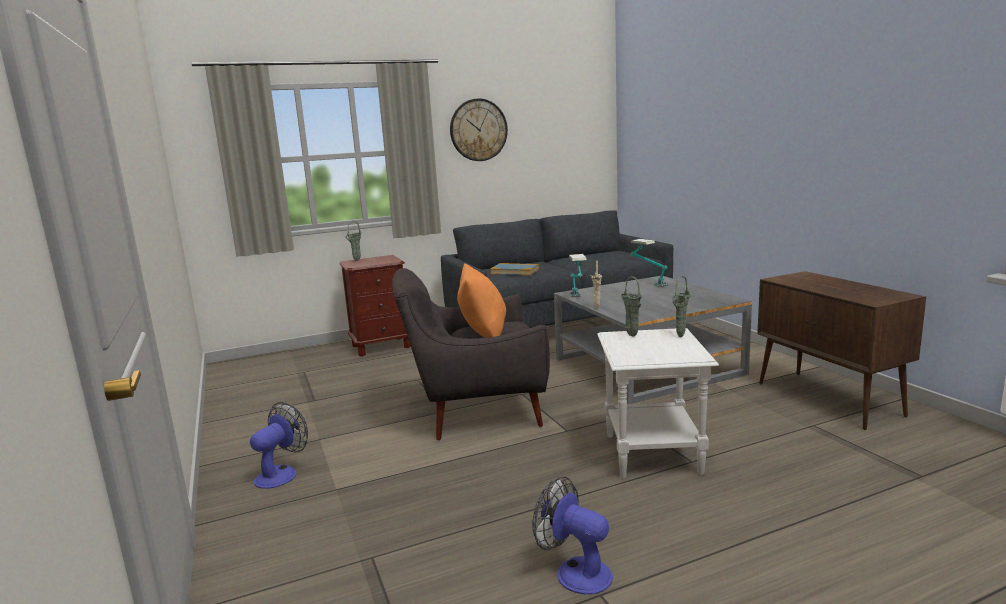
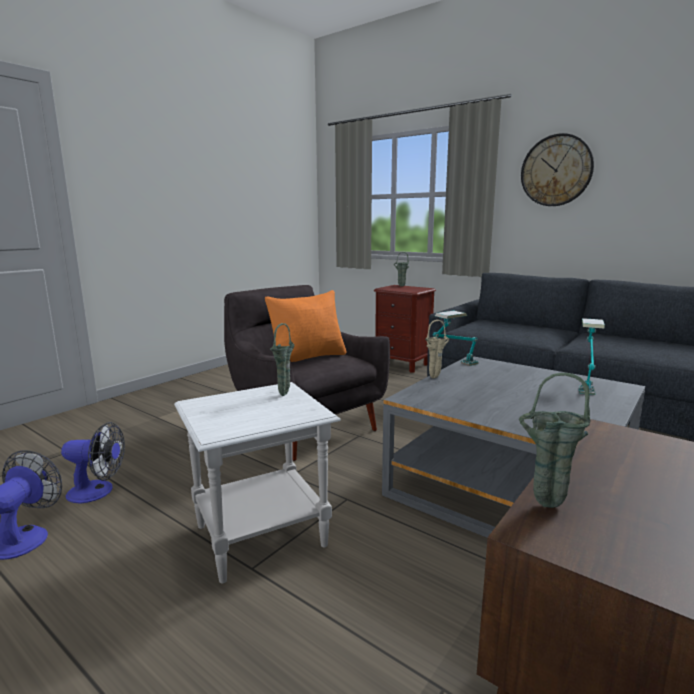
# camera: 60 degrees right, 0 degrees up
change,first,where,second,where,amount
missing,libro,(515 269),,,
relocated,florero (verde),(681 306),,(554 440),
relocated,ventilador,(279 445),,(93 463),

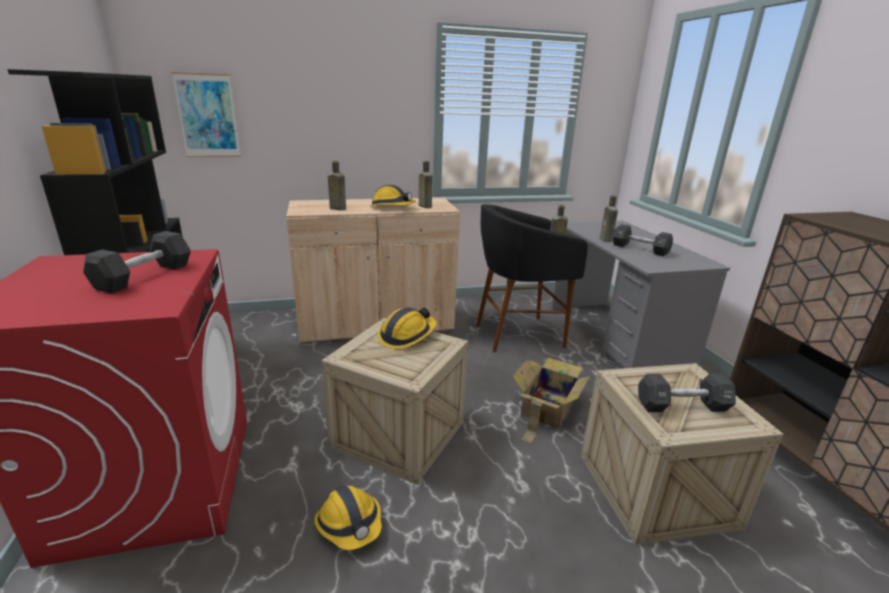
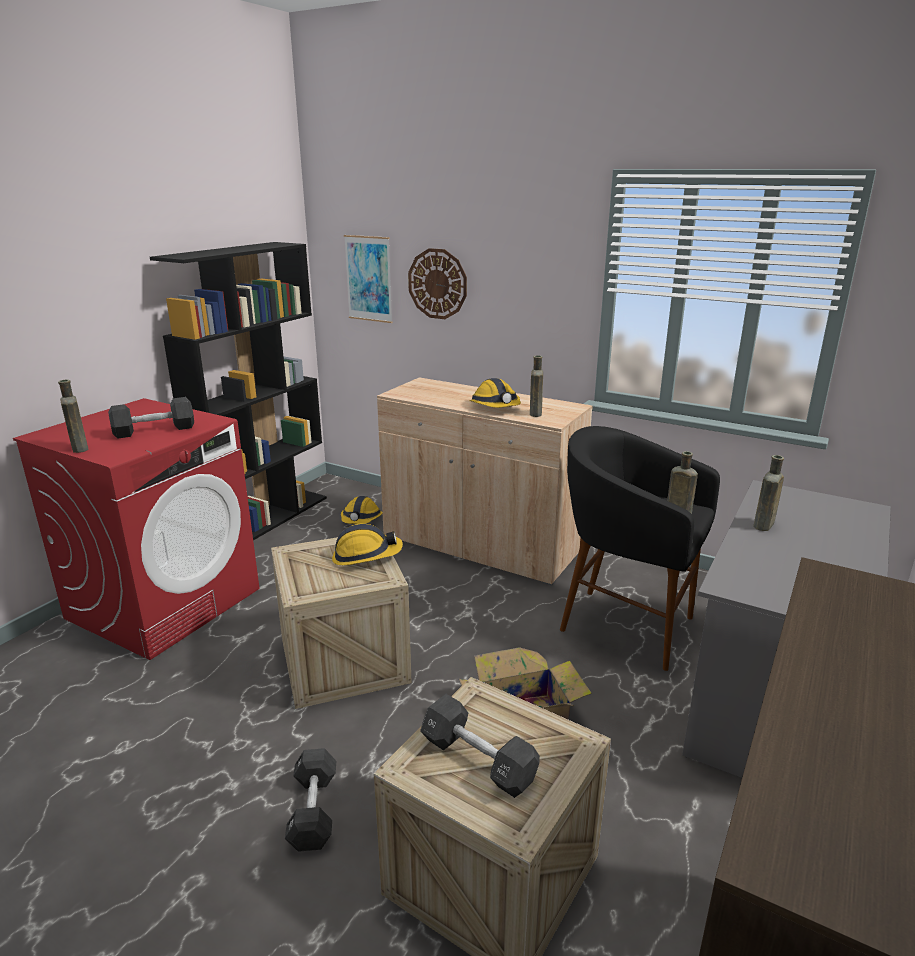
# camera: 45 degrees right, 0 degrees up
change,first,where,second,where,amount
relocated,botella (marrón),(337 185),,(73 416),
relocated,mancuerna (negro),(643 240),,(310 800),
relocated,casco,(348 517),,(361 510),
appeared,,,reloj de pared,(437 283),

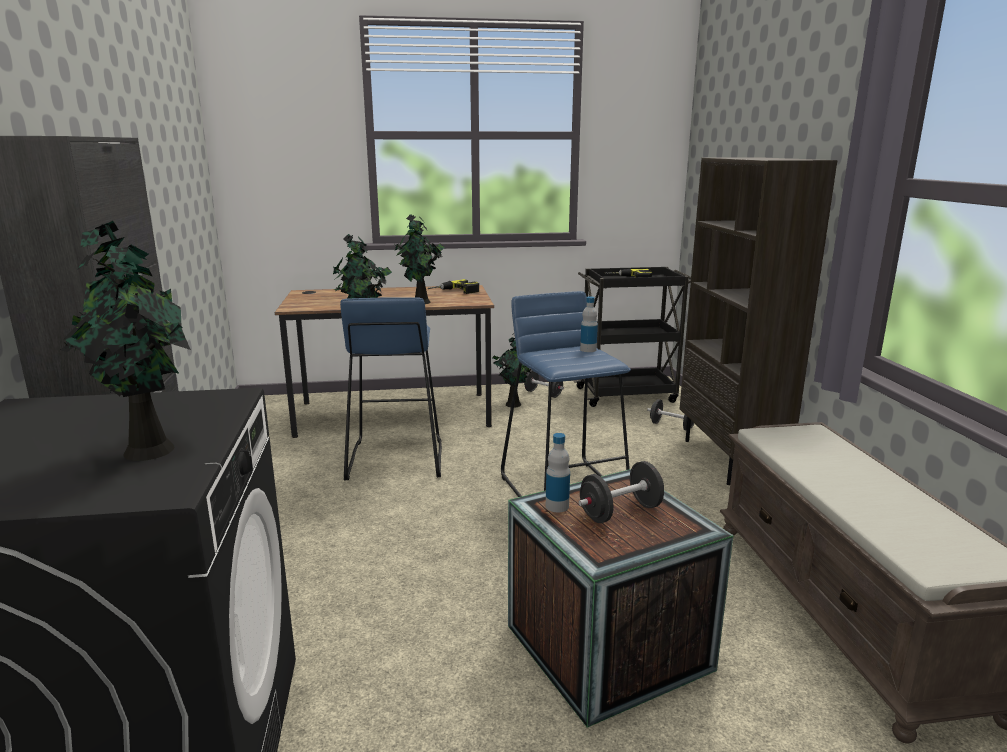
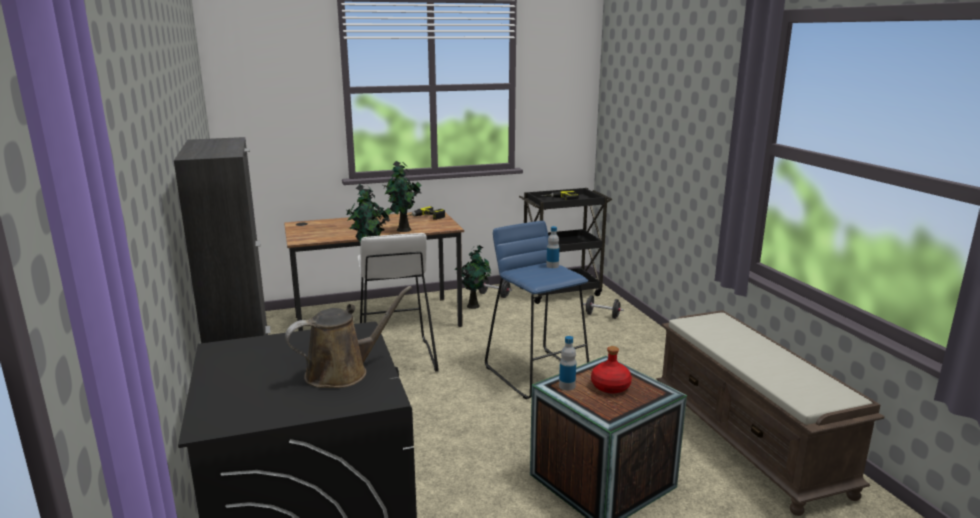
# camera: 10 degrees left, 0 degrees up
change,first,where,second,where,amount
missing,estantería (marrón),(758 321),,,
exchanged,planta en maceta,(125 341),regadera (marrón),(348 337),
colour,taburete (azul),(391 388),taburete (blanco),(398 302),
exchanged,mancuerna (negro),(621 492),botella (rojo),(611 370),

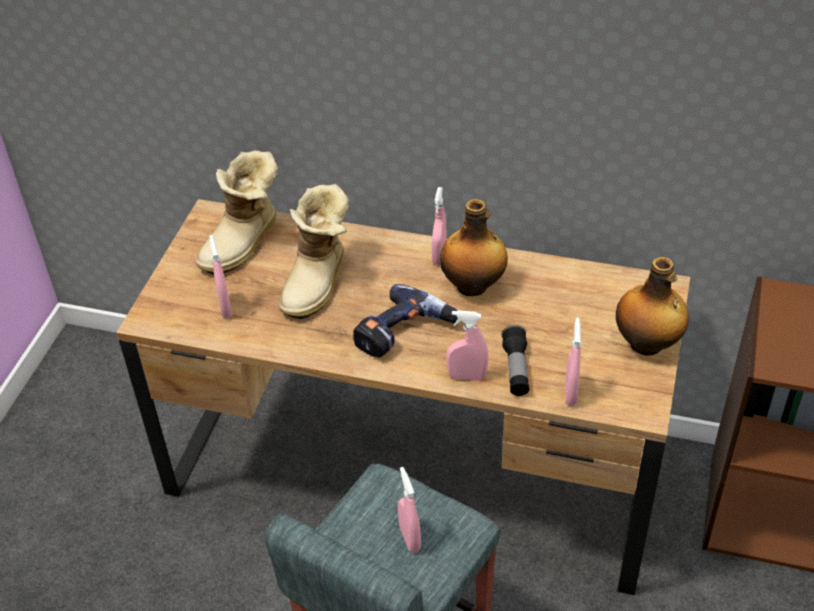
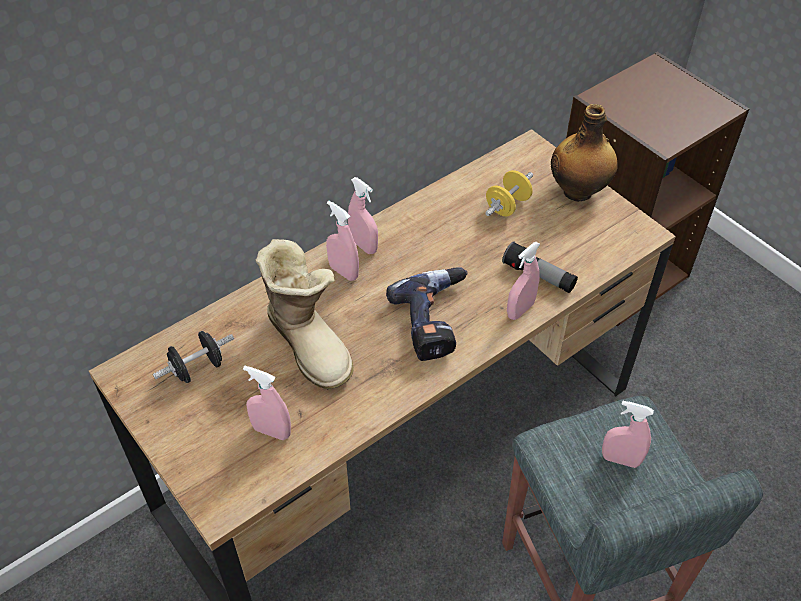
# camera: 55 degrees left, 5 degrees up
change,first,where,second,where,amount
exchanged,bota,(237 213),mancuerna (negro),(193 357),
missing,botella,(474 247),,,
relocated,pulverizador (rosa),(573 362),,(342 241),
appeared,,,mancuerna (amarillo),(509 193),

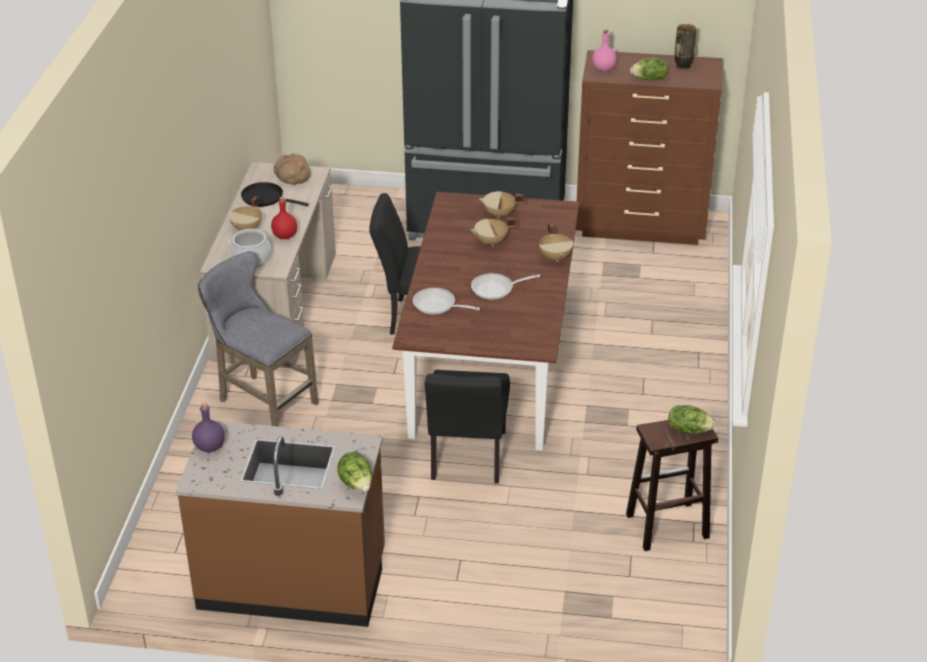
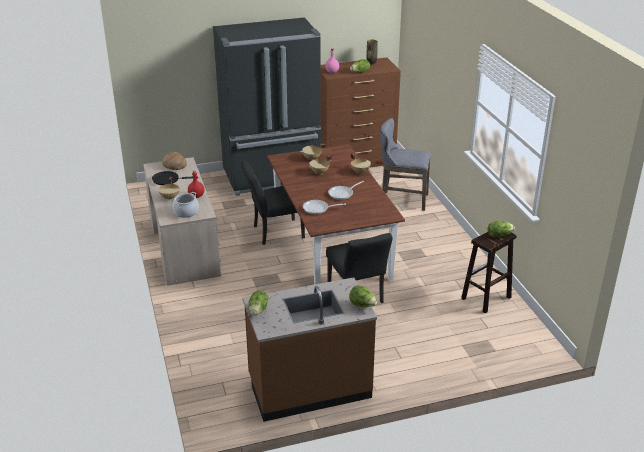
# camera: 25 degrees left, 5 degrees down
change,first,where,second,where,amount
relocated,taburete (gris),(258 339),,(405 164),
exchanged,botella (morado),(208 427),lechuga,(258 303),

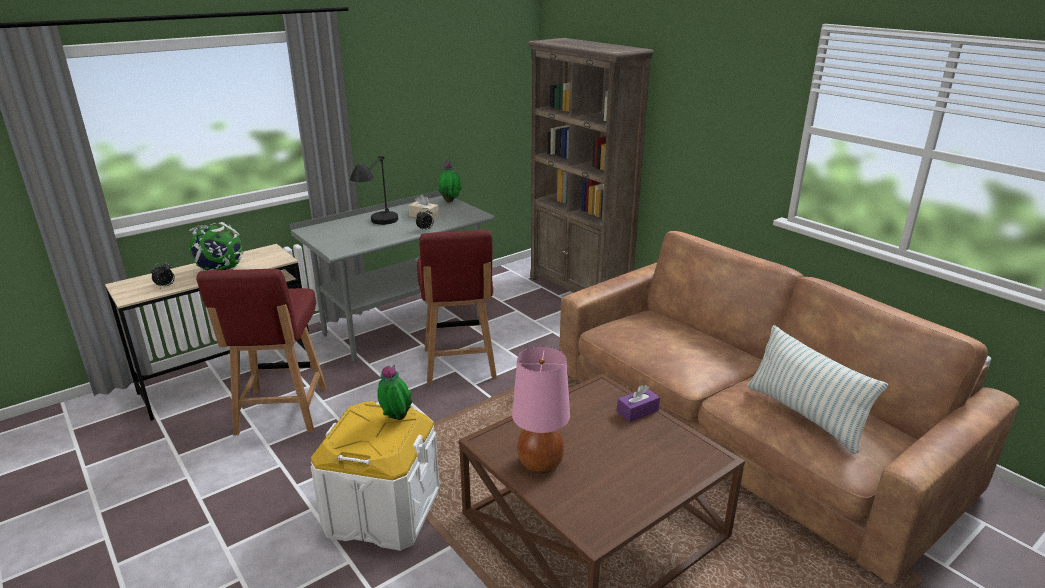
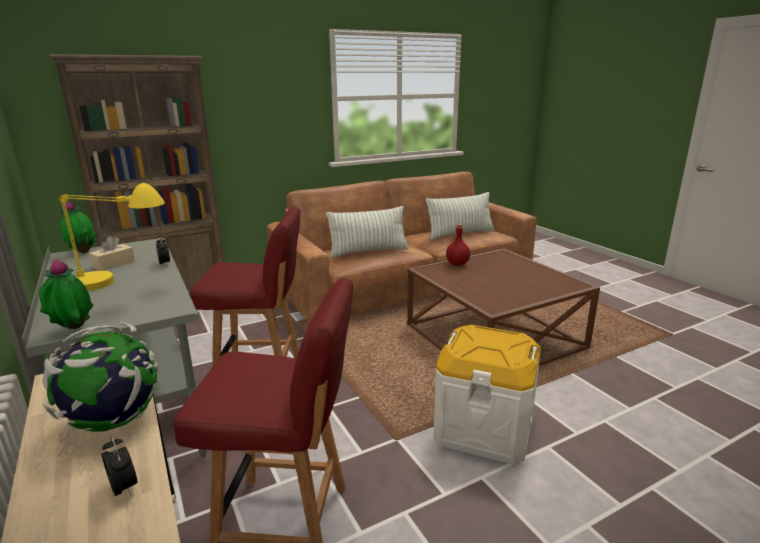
# camera: 80 degrees left, 5 degrees down
change,first,where,second,where,amount
colour,lámpara de mesa (negro),(374 190),lámpara de mesa (amarillo),(111 237),
missing,lámpara de mesa (rosa),(541 410),,,
relocated,planta en maceta,(394 392),,(66 294),
exchanged,caja de pañuelos (morado),(638 403),botella (rojo),(458 244),
appeared,,,cojín,(367 232),

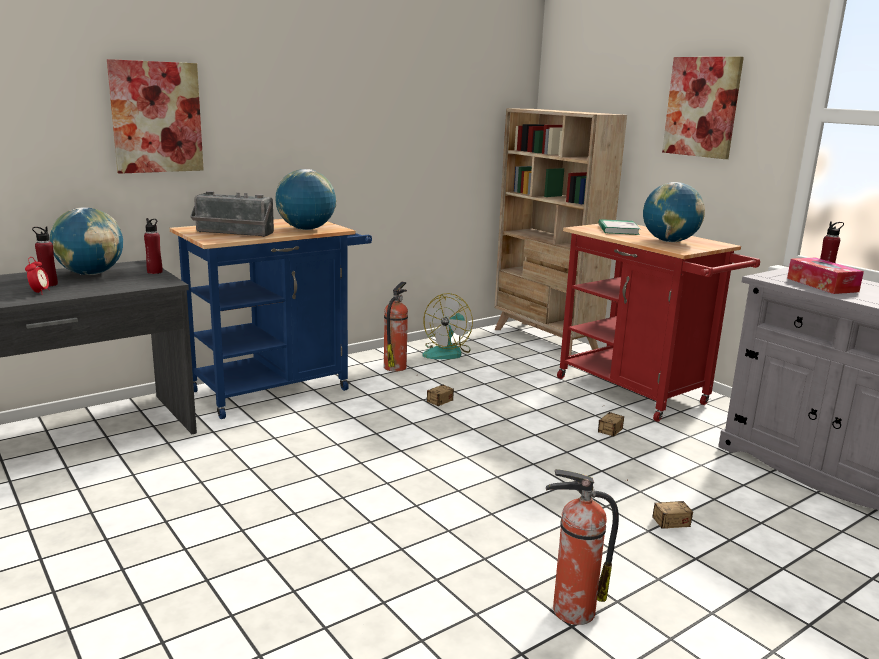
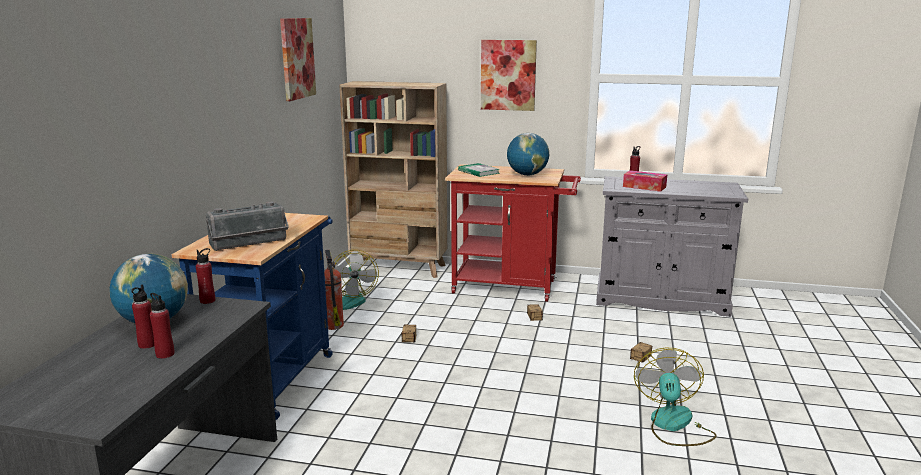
# camera: 40 degrees left, 0 degrees up
change,first,where,second,where,amount
relocated,cuadro,(155 116),,(298 59),
missing,globo terráqueo,(306 199),,,
exchanged,despertador,(37 276),botella (rojo),(162 326),
exchanged,extintor,(582 547),ventilador,(675 397),

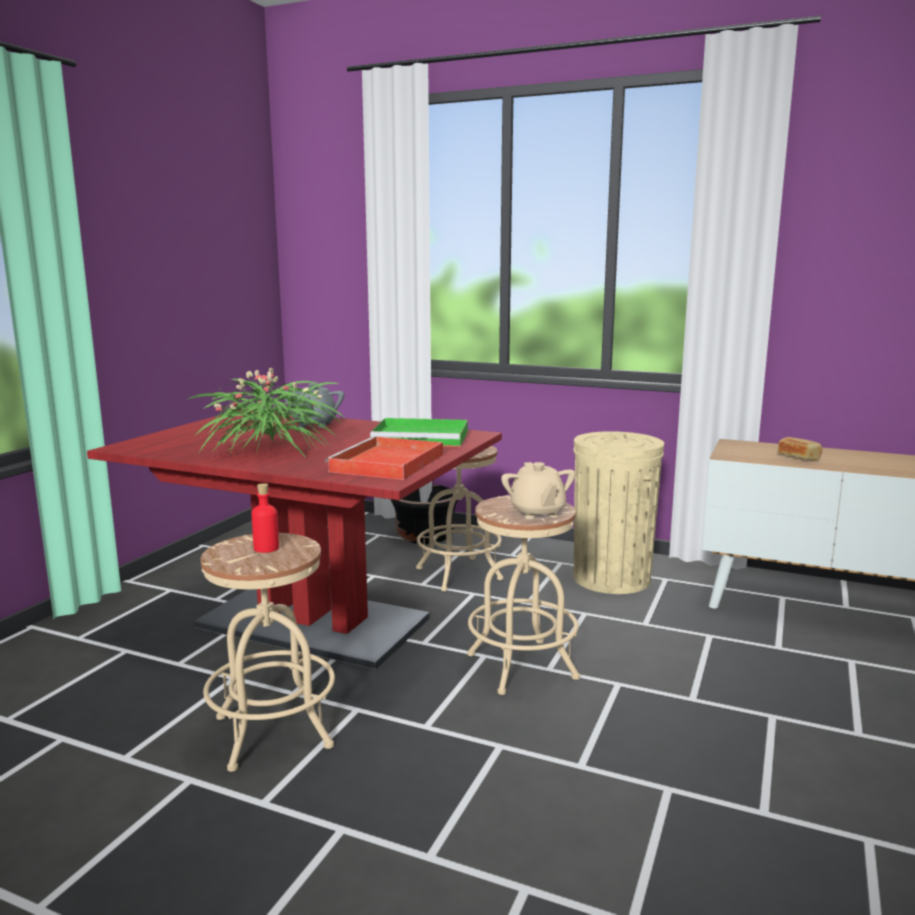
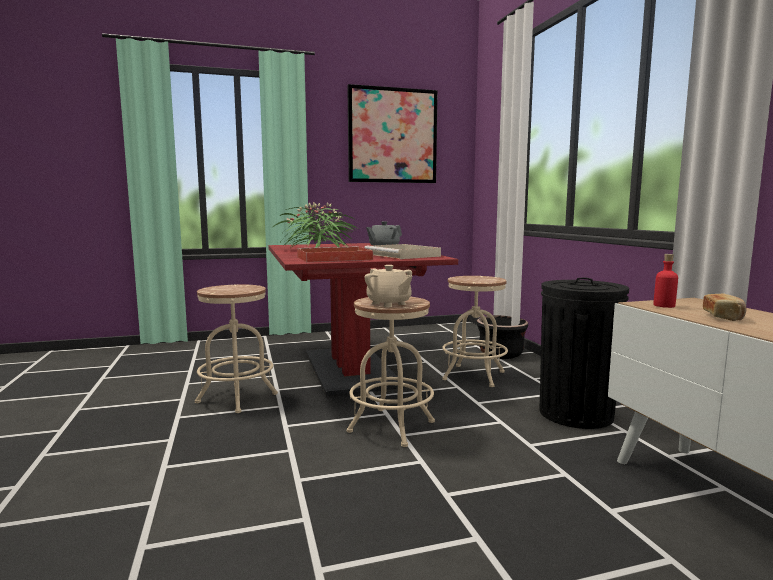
# camera: 50 degrees right, 5 degrees down
change,first,where,second,where,amount
colour,bandeja (verde),(419 432),bandeja (beis),(402 251),
colour,papelera (beis),(618 512),papelera (negro),(584 353),
spun,tetera (beis),(538 490),,(388 286),75 degrees counterclockwise
relocated,botella (rojo),(265 518),,(665 281),
appeared,,,cuadro,(392 133),

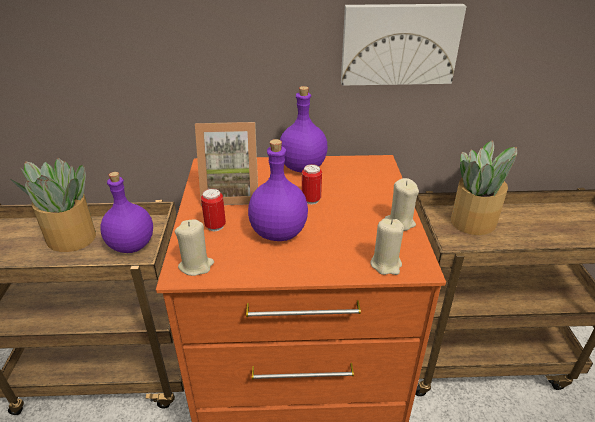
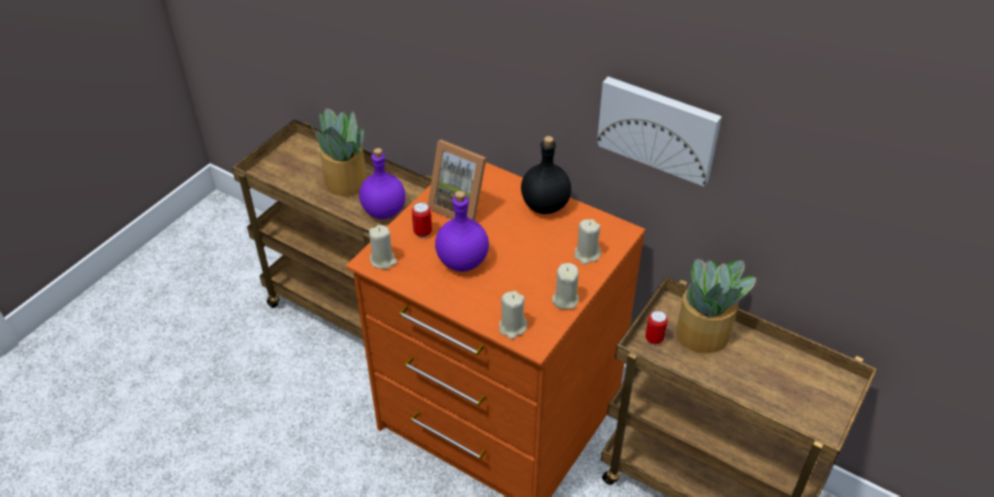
# camera: 35 degrees right, 10 degrees up
change,first,where,second,where,amount
colour,botella (morado),(304 129),botella (negro),(546 175),
relocated,lata,(312 184),,(656 327),
appeared,,,vela (beis),(587 242),

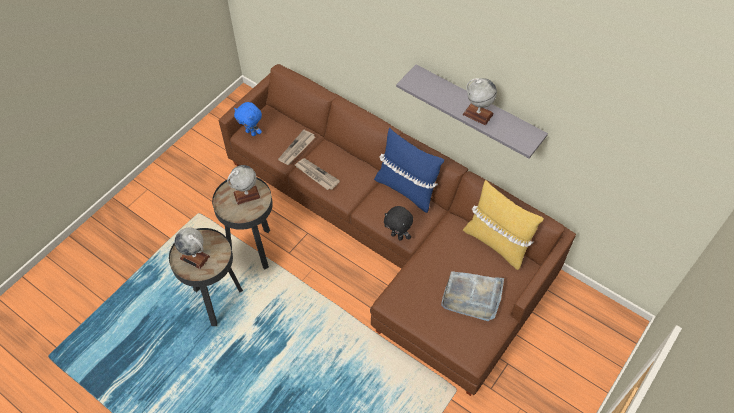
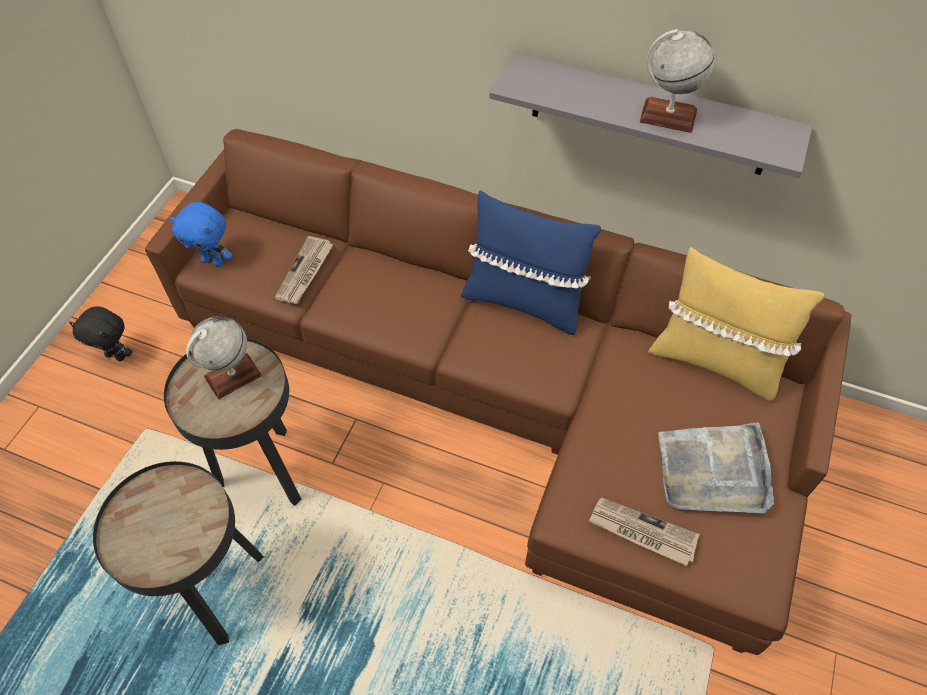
# camera: 15 degrees left, 0 degrees up
change,first,where,second,where,amount
relocated,periódico,(317 174),,(644 531),
relocated,peluche (negro),(398 223),,(101 333),
missing,globo terráqueo,(192 248),,,

